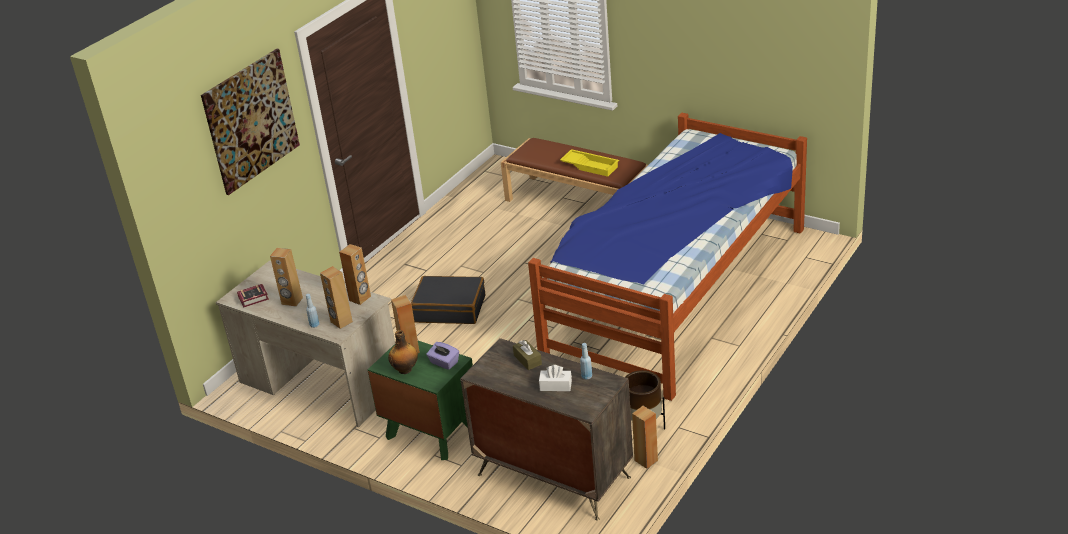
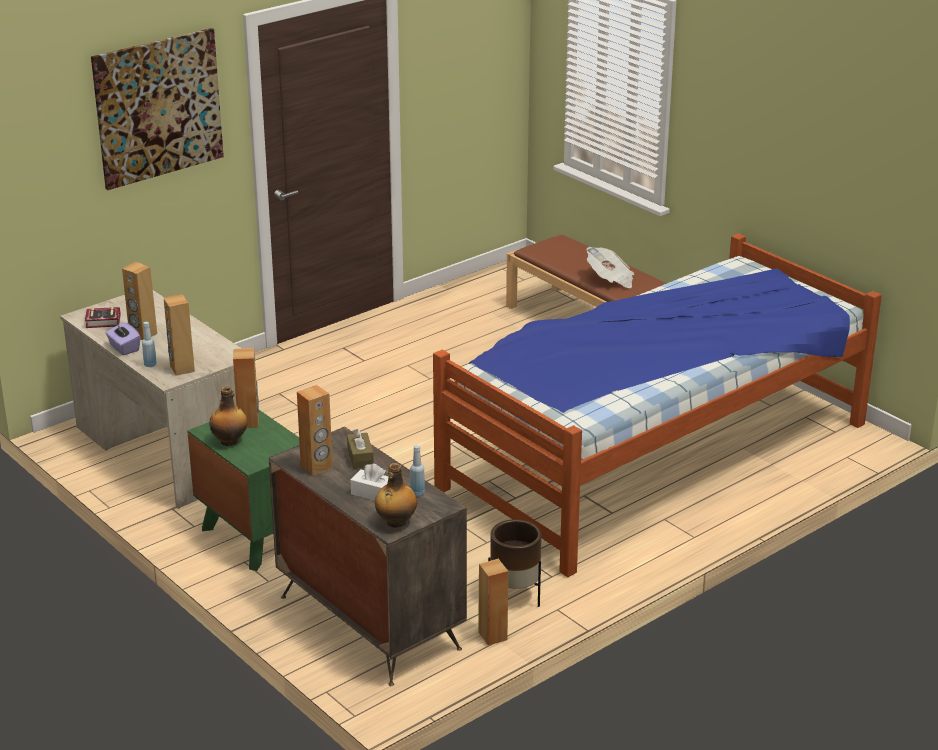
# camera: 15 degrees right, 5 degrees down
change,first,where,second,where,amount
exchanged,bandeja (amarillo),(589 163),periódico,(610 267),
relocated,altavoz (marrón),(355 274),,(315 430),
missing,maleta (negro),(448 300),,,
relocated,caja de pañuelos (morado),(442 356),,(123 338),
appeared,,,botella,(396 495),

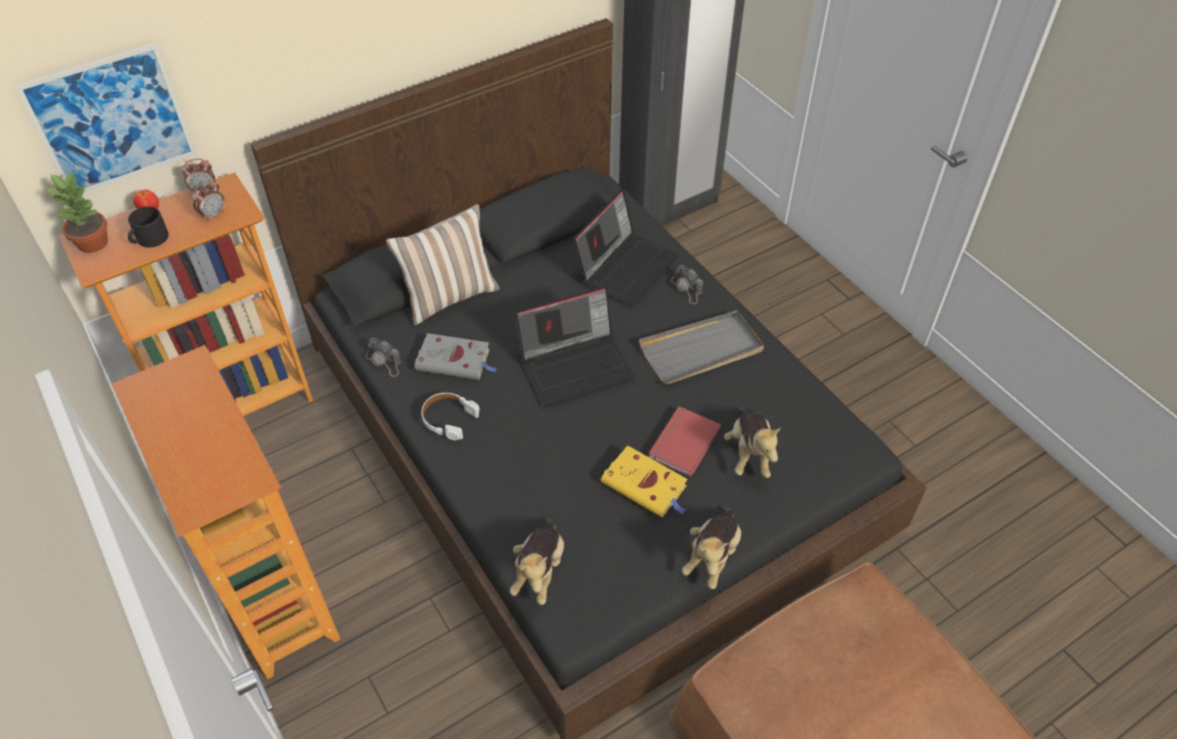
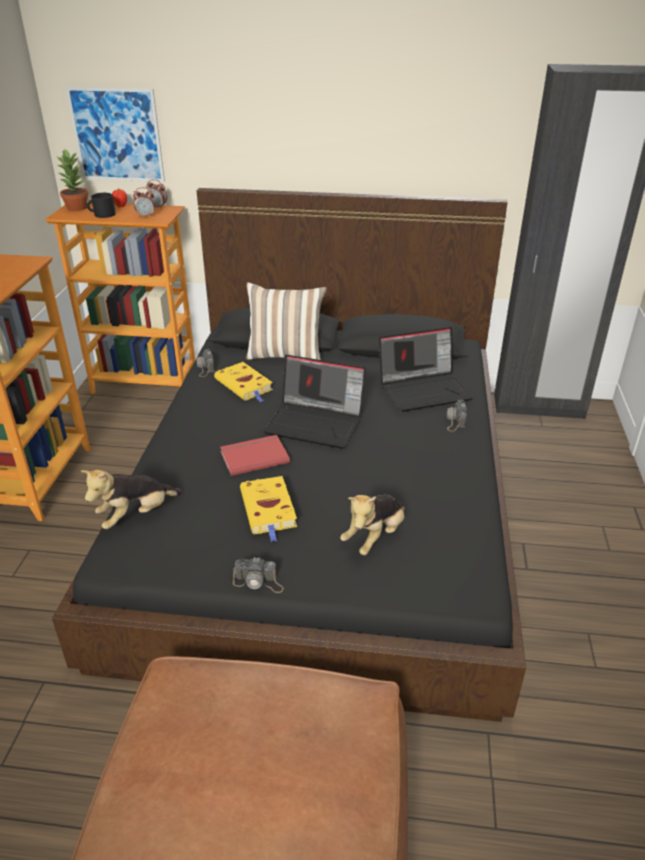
# camera: 40 degrees right, 15 degrees down
change,first,where,second,where,amount
missing,bandeja (gris),(701 347),,,
colour,libro (gris),(456 356),libro (amarillo),(243 382),
missing,auriculares (blanco),(451 416),,,
relocated,libro (rojo),(685 441),,(255 455),
exchanged,peluche,(711 548),cámara,(258 575),

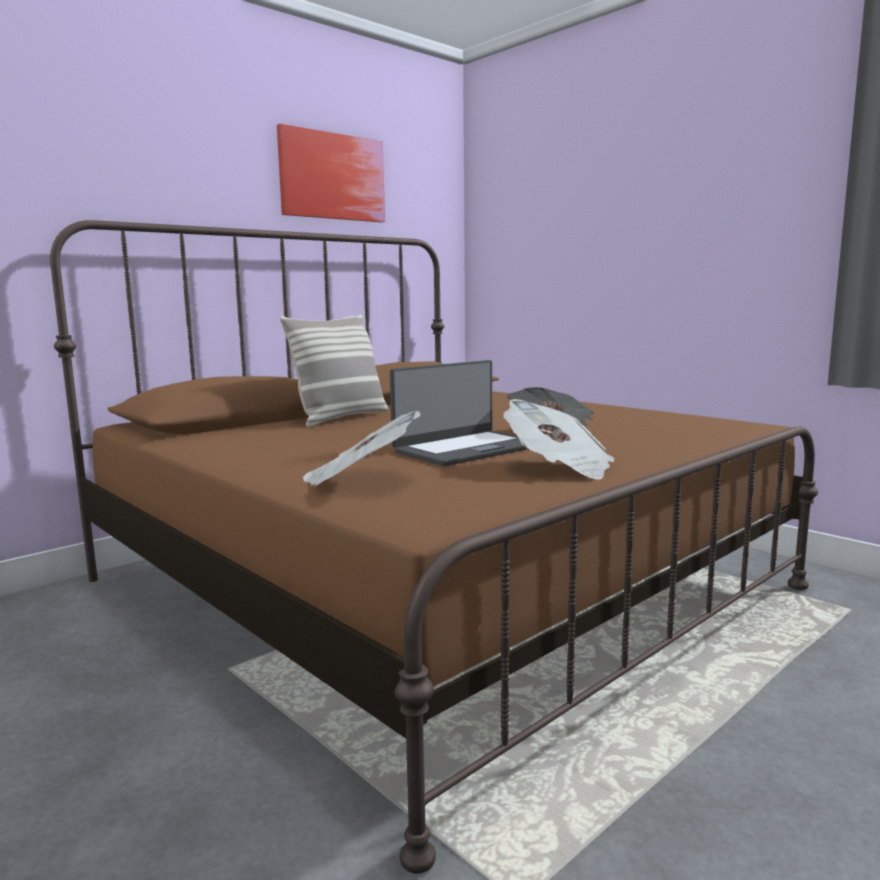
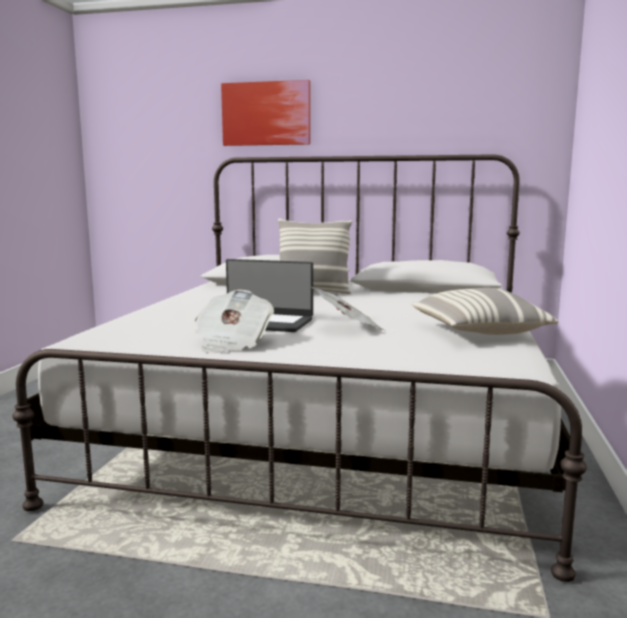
# camera: 55 degrees right, 0 degrees up
change,first,where,second,where,amount
relocated,cuadro,(331 173),,(265 113),
colour,cama (marrón),(434 546),cama (blanco),(299 368),
missing,periódico,(362 449),,,
appeared,,,cojín,(484 311),

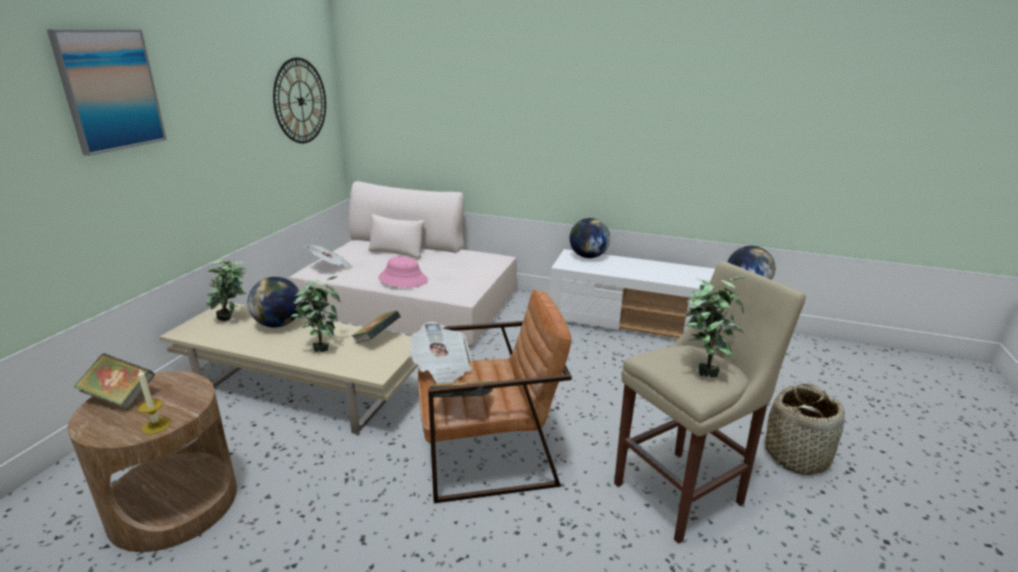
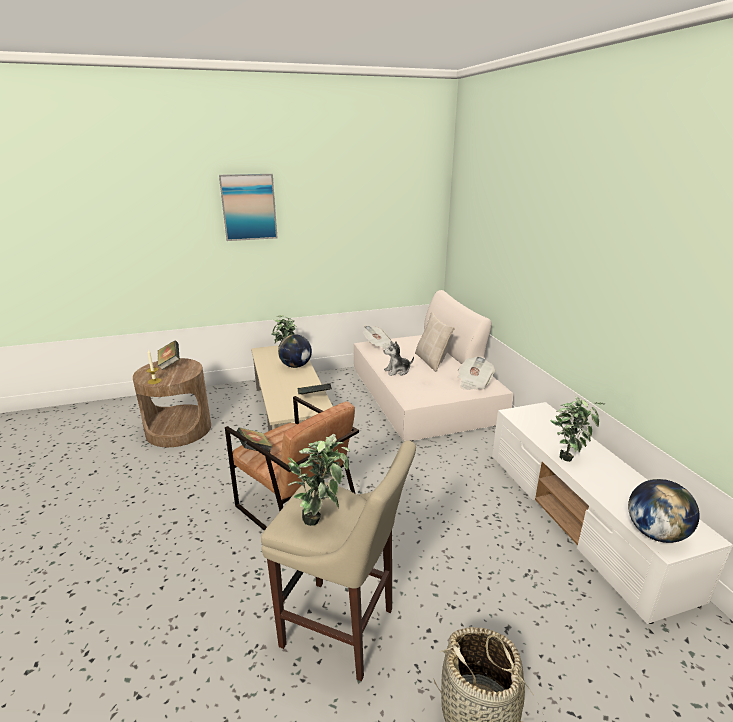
# camera: 55 degrees right, 0 degrees up
change,first,where,second,where,amount
missing,reloj de pared,(299 100),,,
missing,globo terráqueo,(590 238),,,
exchanged,sombrero (rosa),(403 272),peluche,(399 358),
relocated,planta en maceta,(316 314),,(577 429),
relocated,periódico,(441 353),,(476 373),
appeared,,,cojín (beis),(435 342),

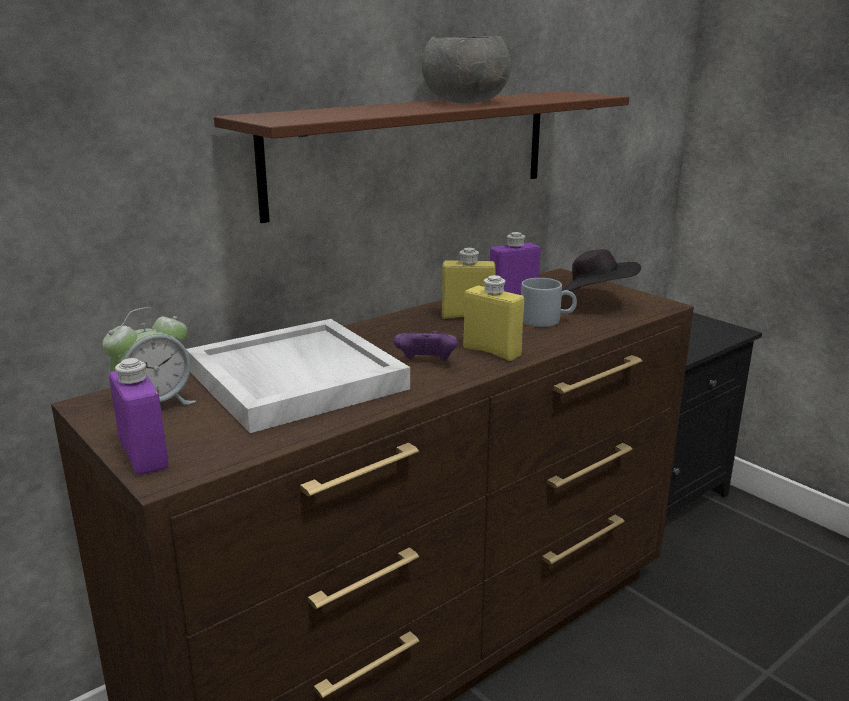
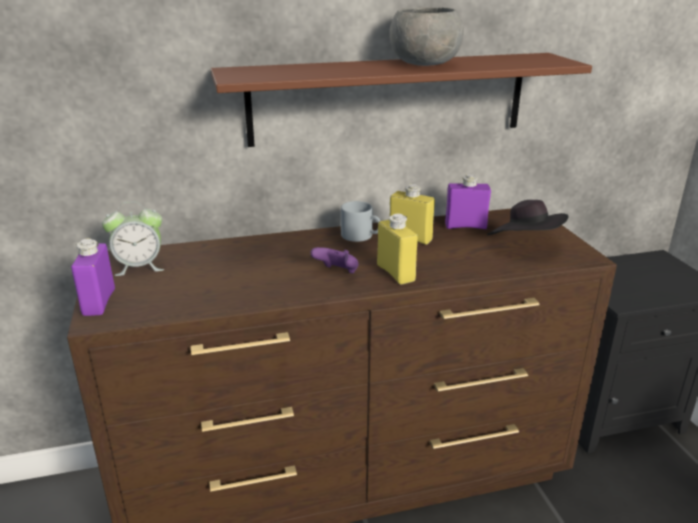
# camera: 25 degrees right, 5 degrees up
change,first,where,second,where,amount
relocated,taza grande (gris),(549 302),,(361 221),
missing,bandeja (blanco),(298 376),,,

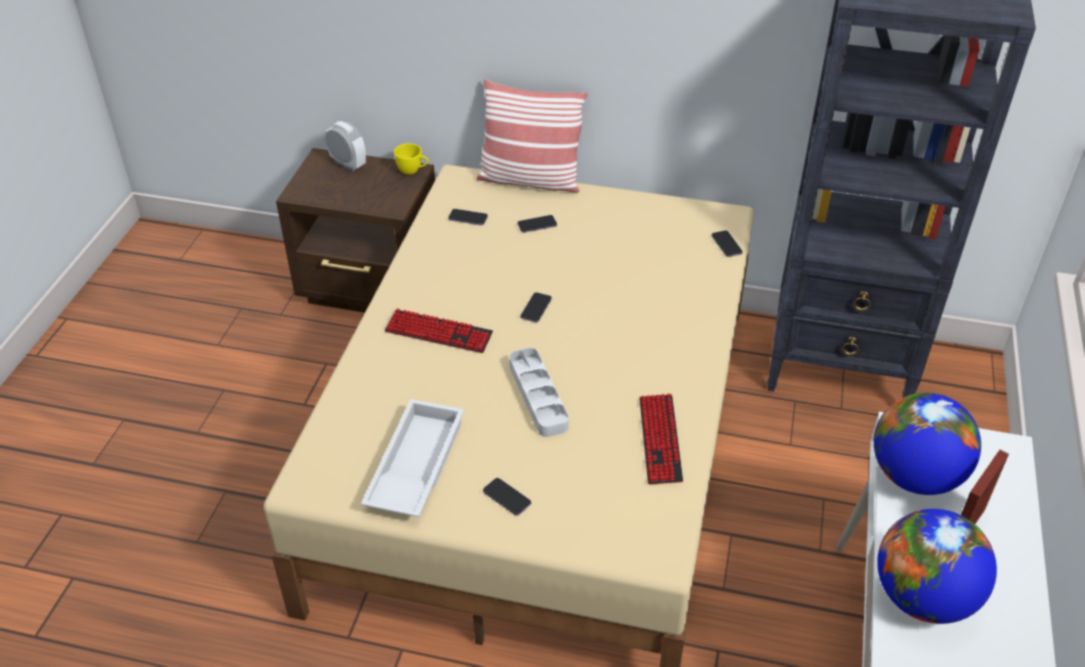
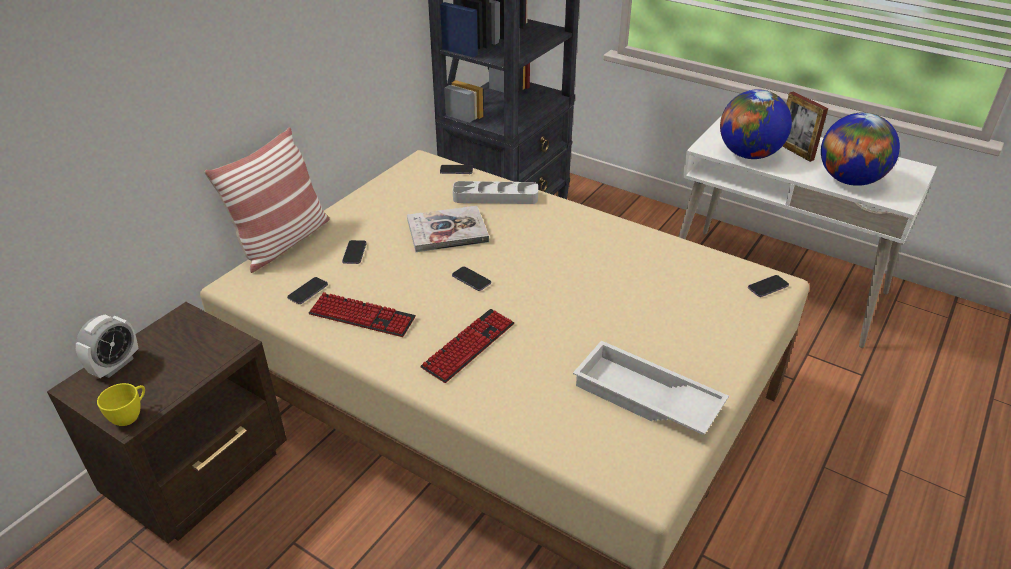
# camera: 70 degrees left, 5 degrees down
change,first,where,second,where,amount
spun,despertador,(345 146),,(107 346),150 degrees clockwise
relocated,taza (amarillo),(411 159),,(121 404),
relocated,bandeja (gris),(539 392),,(495 192),
relocated,teclado,(661 439),,(362 314),
relocated,móvil,(507 497),,(768 286),
appeared,,,libro,(448 229),

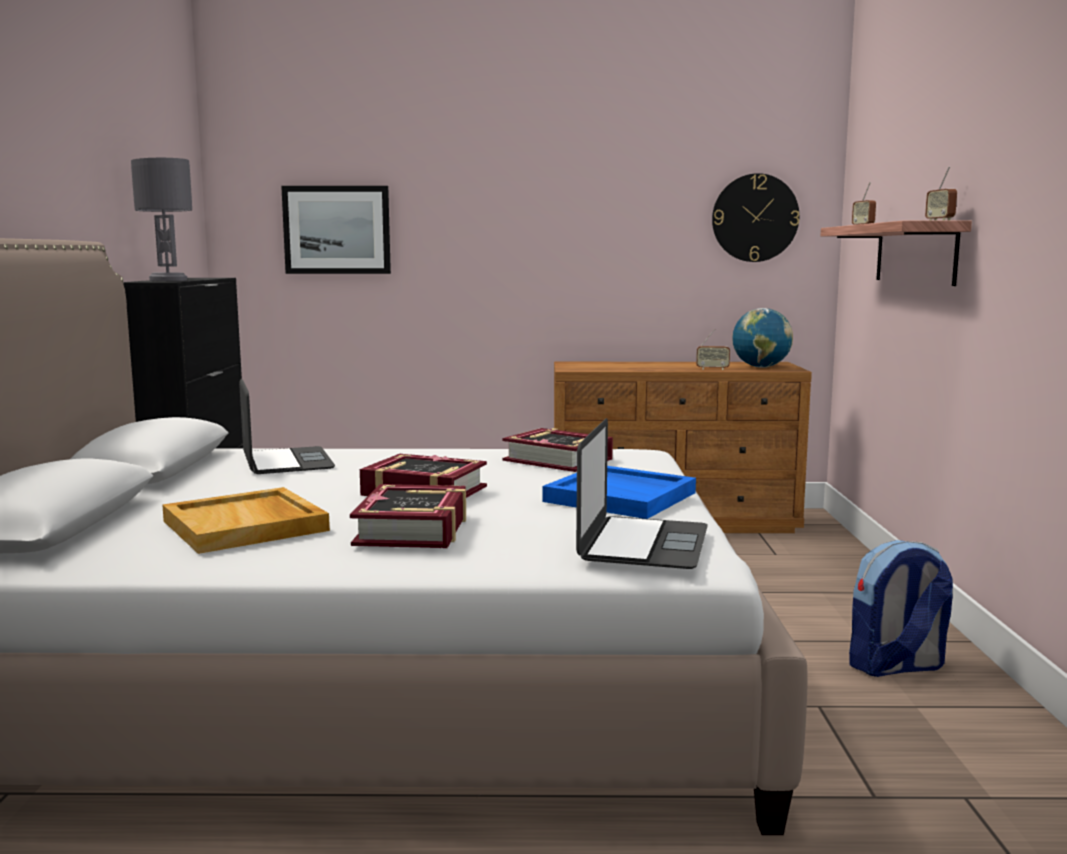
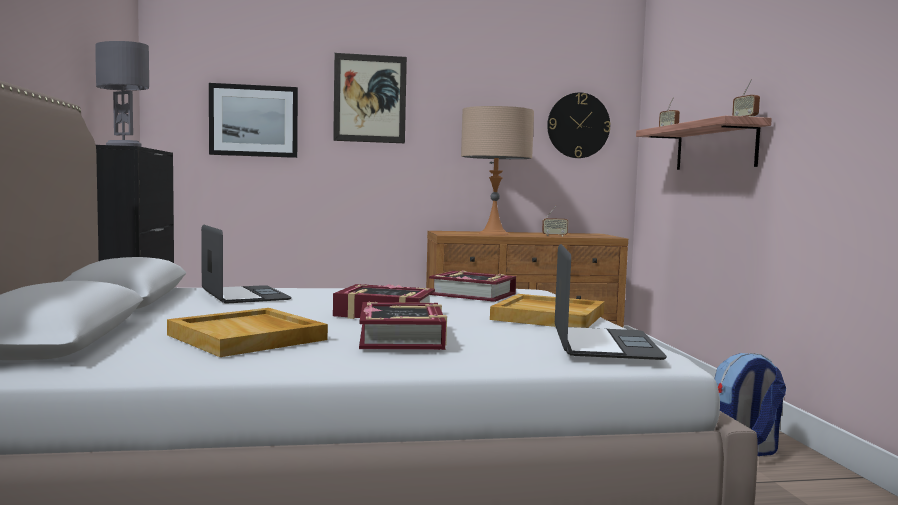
# camera: 10 degrees left, 5 degrees down
change,first,where,second,where,amount
missing,globo terráqueo,(762 338),,,
colour,bandeja (azul),(619 492),bandeja (beis),(547 311),
appeared,,,cuadro,(370 98),
appeared,,,lámpara de mesa (beis),(497 170),

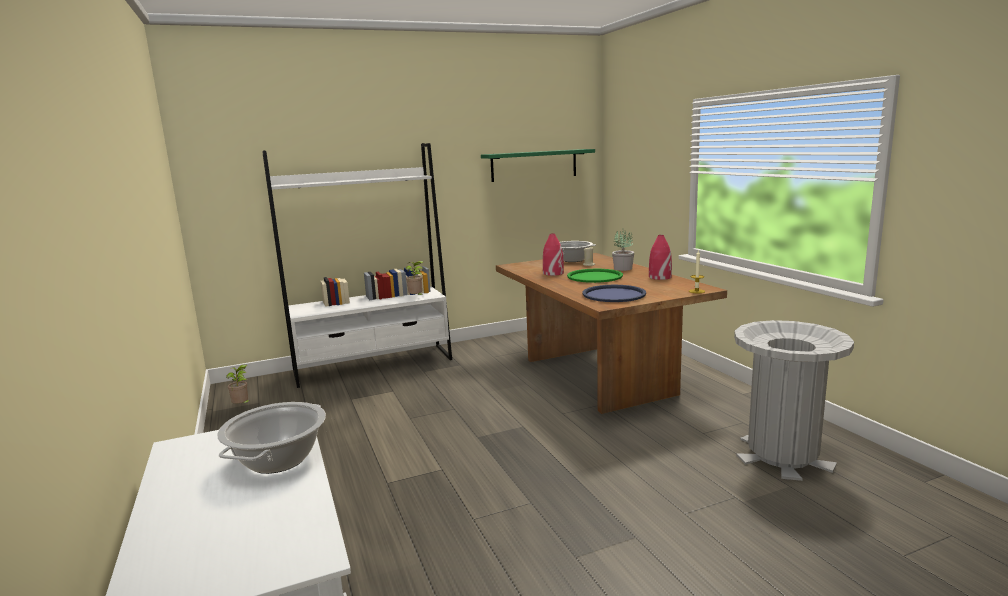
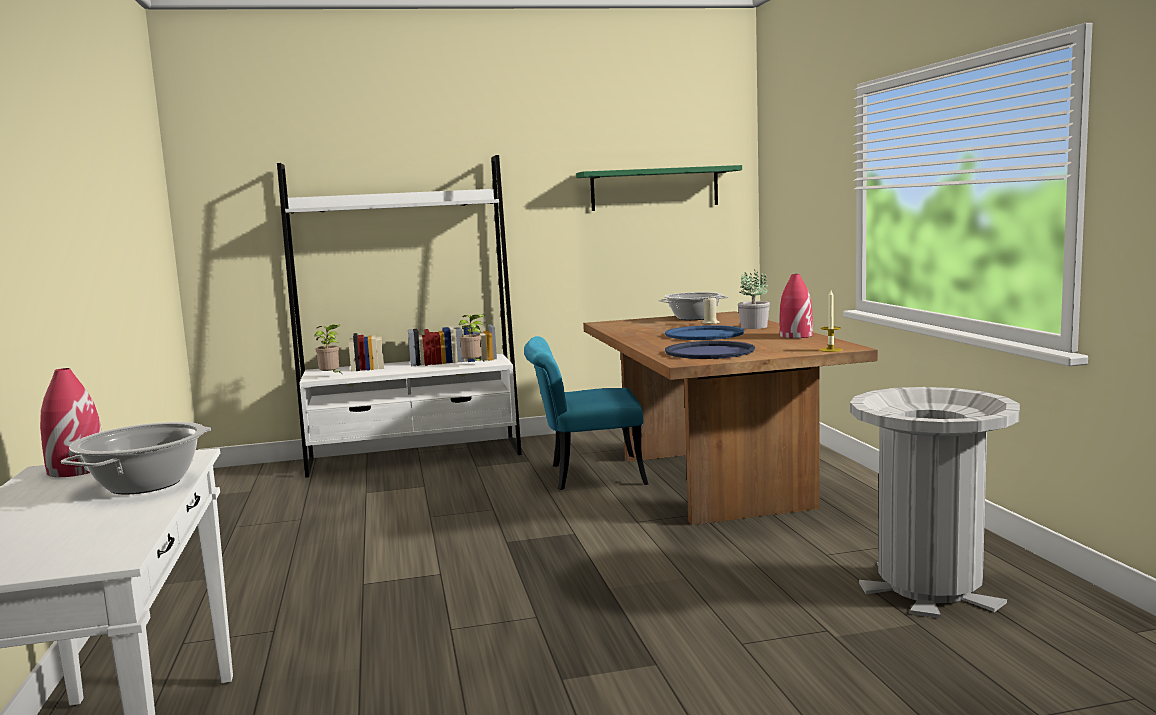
# camera: 10 degrees right, 5 degrees down
change,first,where,second,where,amount
relocated,florero (rojo),(553 254),,(71 422),
colour,bandeja (verde),(595 276),bandeja (azul),(705 332),
relocated,planta en maceta,(238 384),,(328 348),
appeared,,,silla (turquesa),(586 413),

